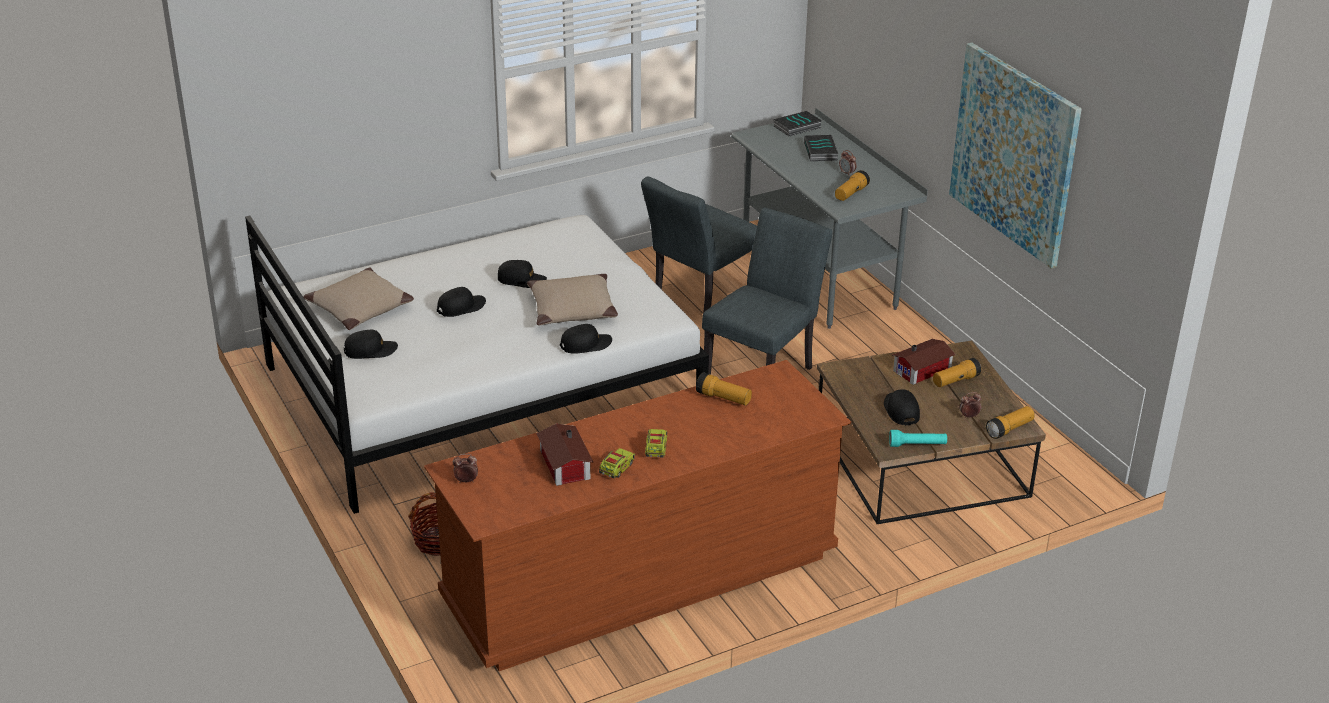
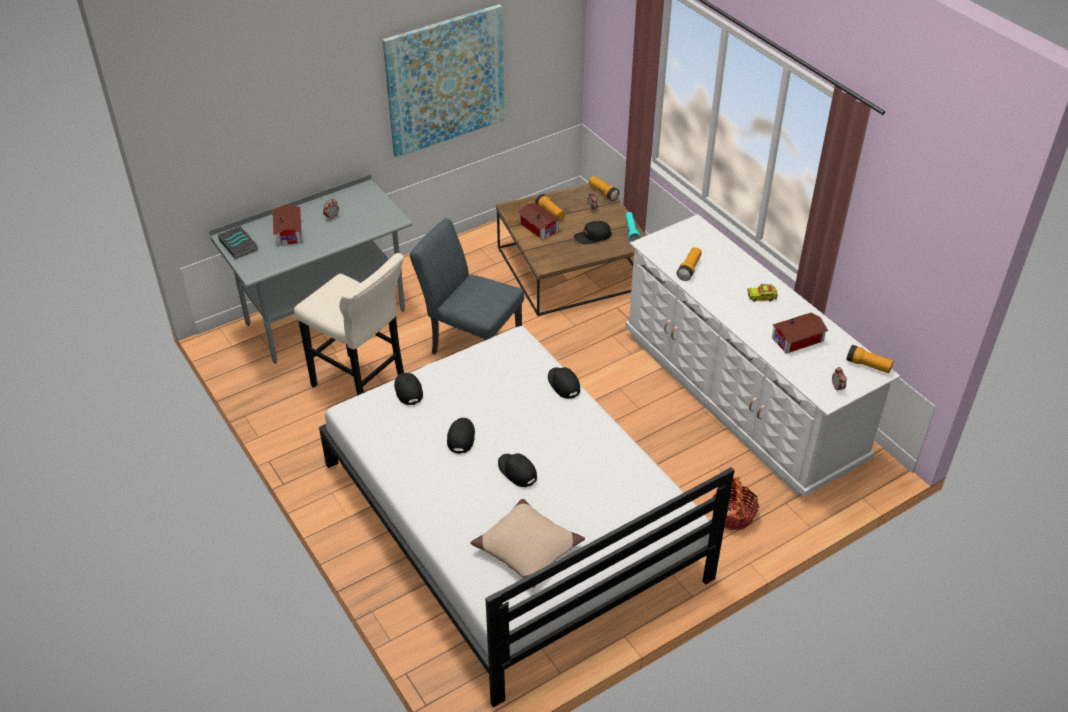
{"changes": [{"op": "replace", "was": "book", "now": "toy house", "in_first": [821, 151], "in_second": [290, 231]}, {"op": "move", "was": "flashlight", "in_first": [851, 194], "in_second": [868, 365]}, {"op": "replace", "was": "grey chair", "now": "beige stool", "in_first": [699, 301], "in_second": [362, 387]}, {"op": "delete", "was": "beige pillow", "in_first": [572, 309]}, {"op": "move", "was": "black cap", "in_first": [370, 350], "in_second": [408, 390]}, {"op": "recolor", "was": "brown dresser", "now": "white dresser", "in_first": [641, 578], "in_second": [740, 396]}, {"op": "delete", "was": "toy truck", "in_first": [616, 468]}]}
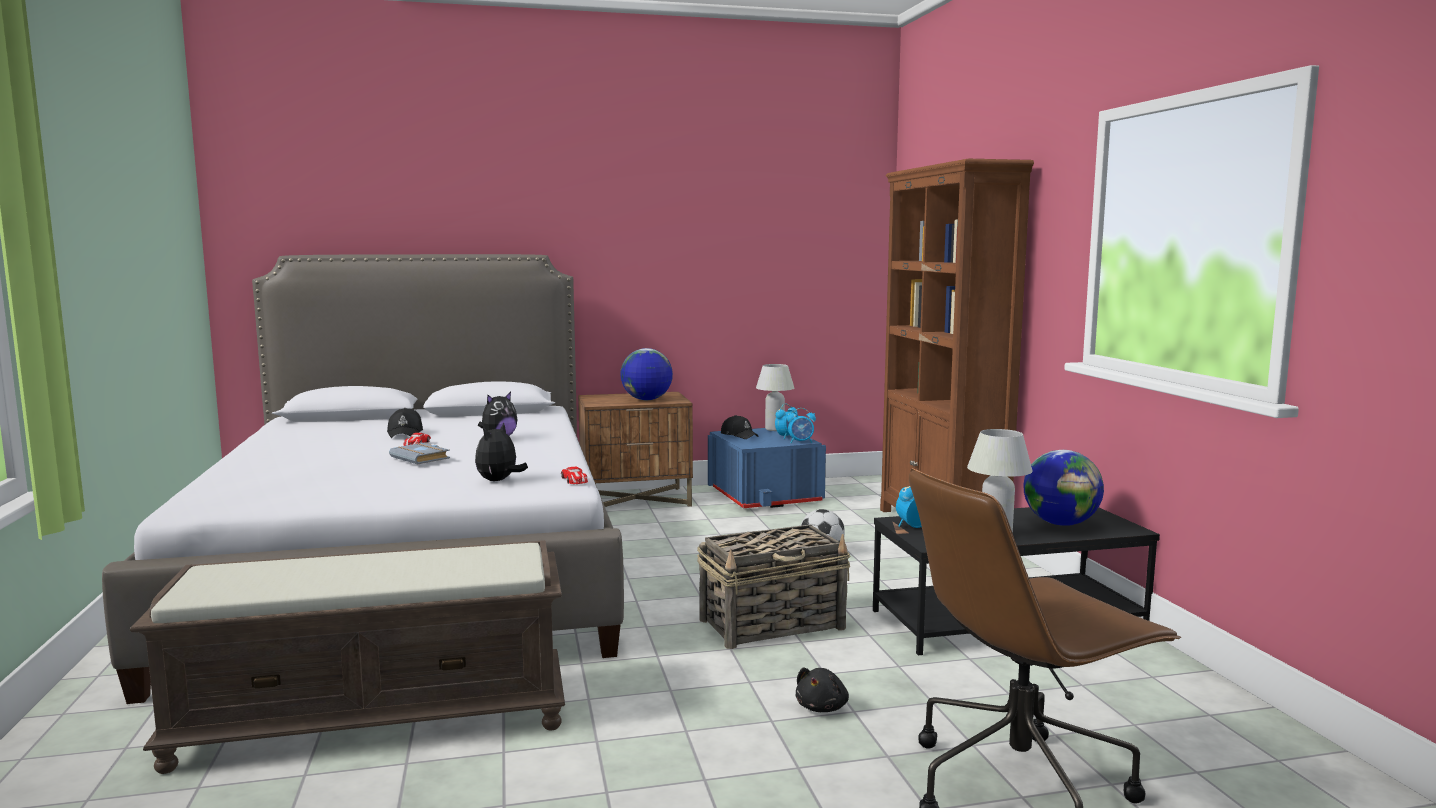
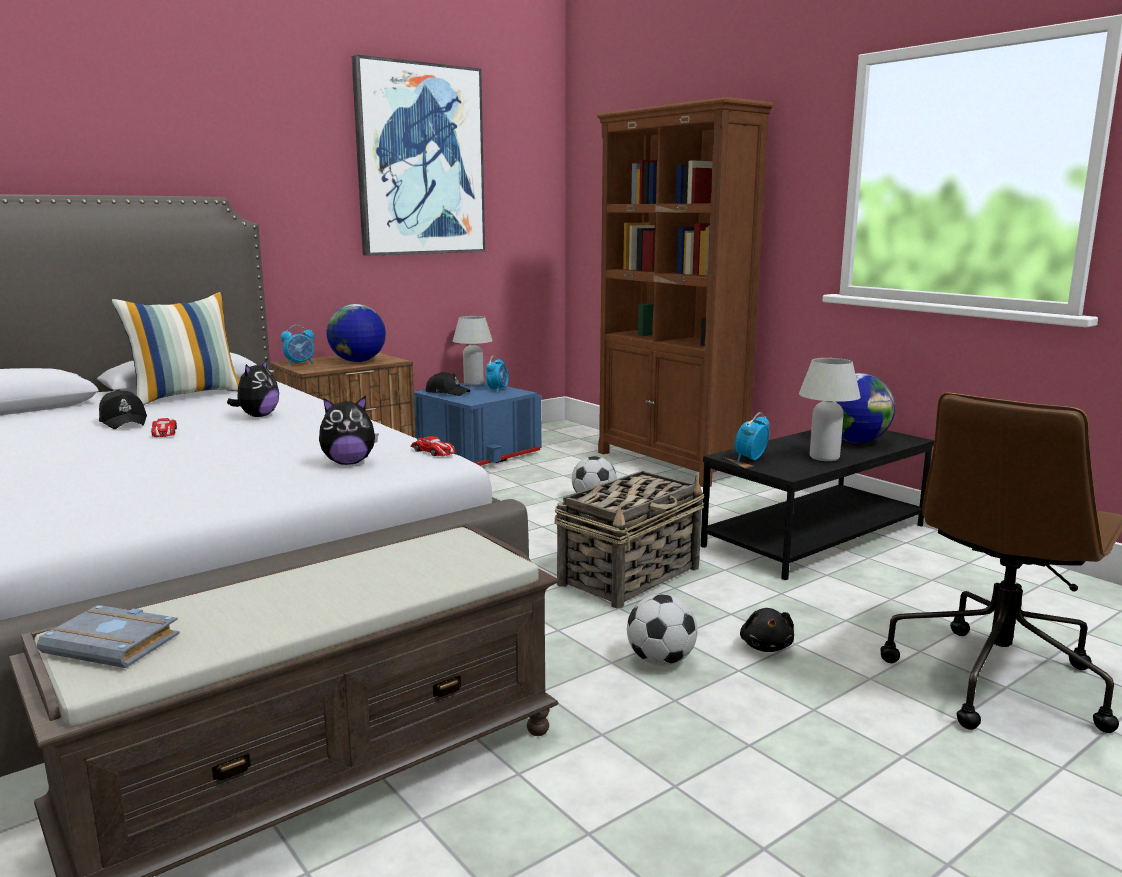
{"changes": [{"op": "move", "was": "alarm clock", "in_first": [801, 442], "in_second": [300, 364]}, {"op": "rotate", "was": "plush toy", "in_first": [499, 481], "in_second": [348, 463], "clockwise": -105}, {"op": "move", "was": "grey book", "in_first": [422, 458], "in_second": [116, 644]}, {"op": "insert", "now": "picture", "in_second": [420, 160]}, {"op": "insert", "now": "pillow", "in_second": [187, 395]}, {"op": "insert", "now": "football", "in_second": [661, 661]}]}
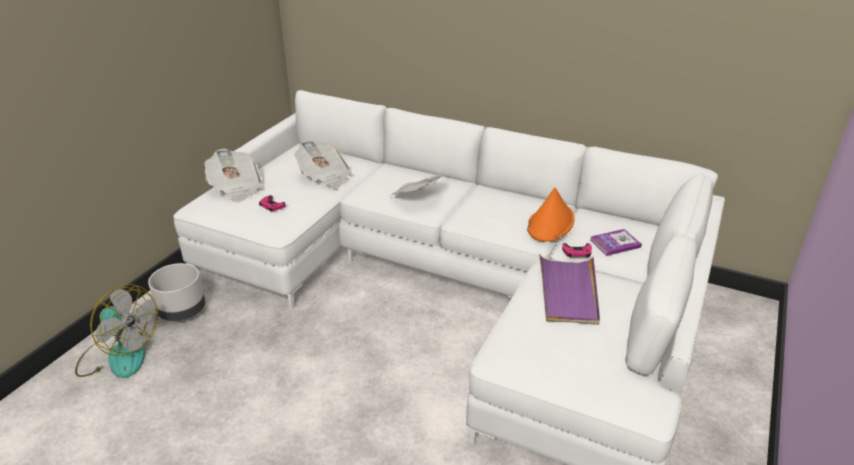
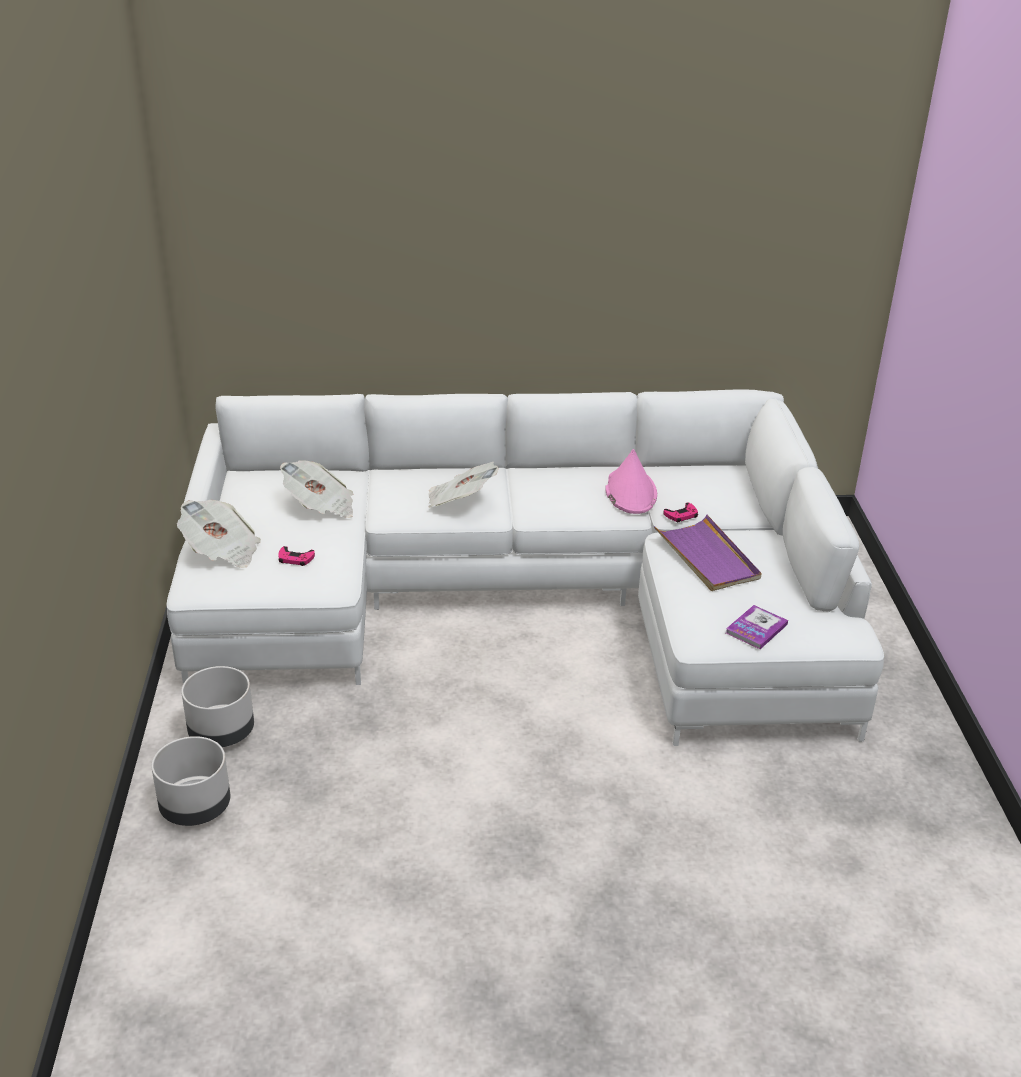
{"changes": [{"op": "recolor", "was": "orange hat", "now": "pink hat", "in_first": [550, 223], "in_second": [630, 492]}, {"op": "move", "was": "book", "in_first": [615, 243], "in_second": [756, 628]}, {"op": "replace", "was": "fan", "now": "grey planter", "in_first": [119, 355], "in_second": [196, 807]}]}
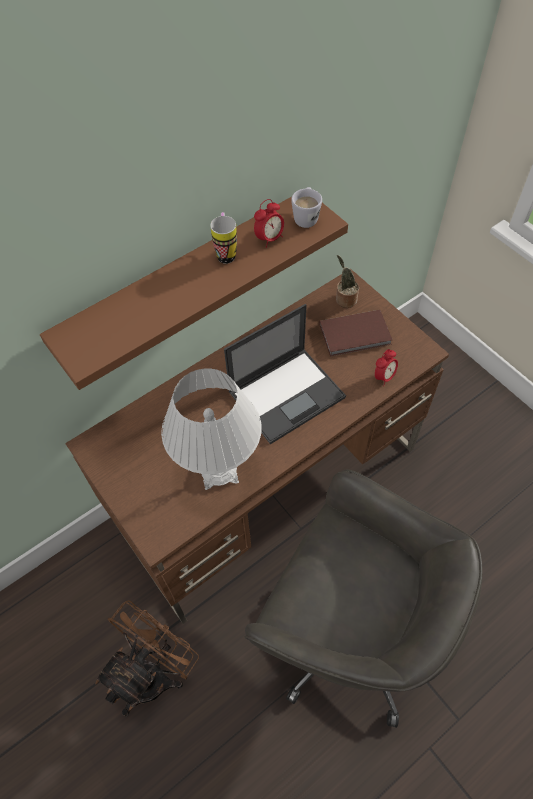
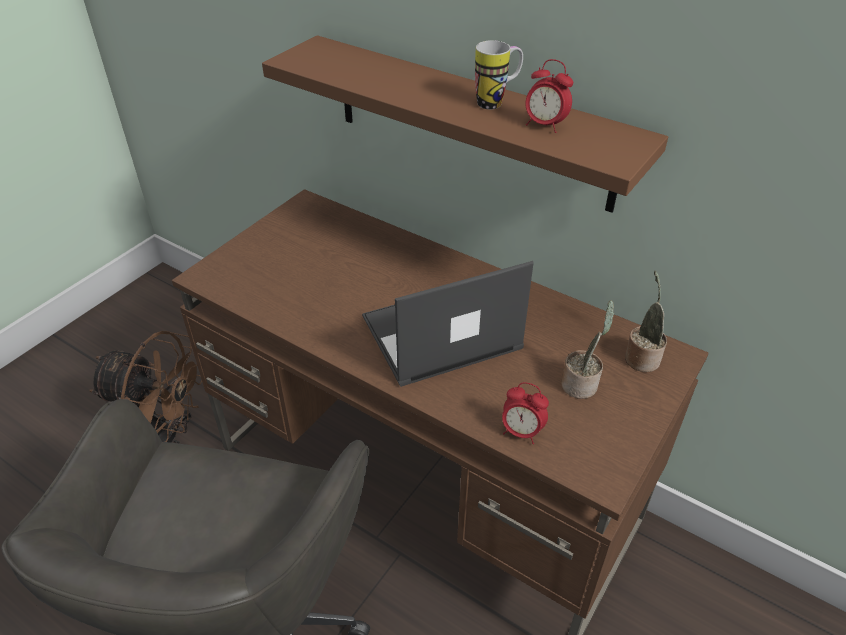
{"changes": [{"op": "delete", "was": "white mug", "in_first": [306, 217]}, {"op": "rotate", "was": "laptop", "in_first": [287, 394], "in_second": [439, 334], "clockwise": 120}, {"op": "replace", "was": "brown book", "now": "potted plant", "in_first": [356, 335], "in_second": [581, 384]}, {"op": "delete", "was": "white table lamp", "in_first": [219, 471]}]}
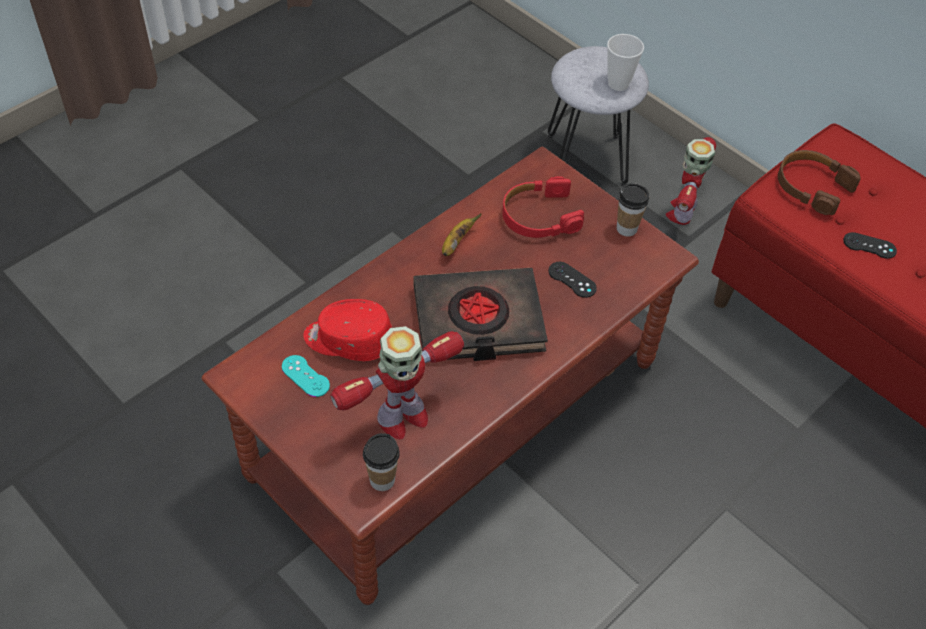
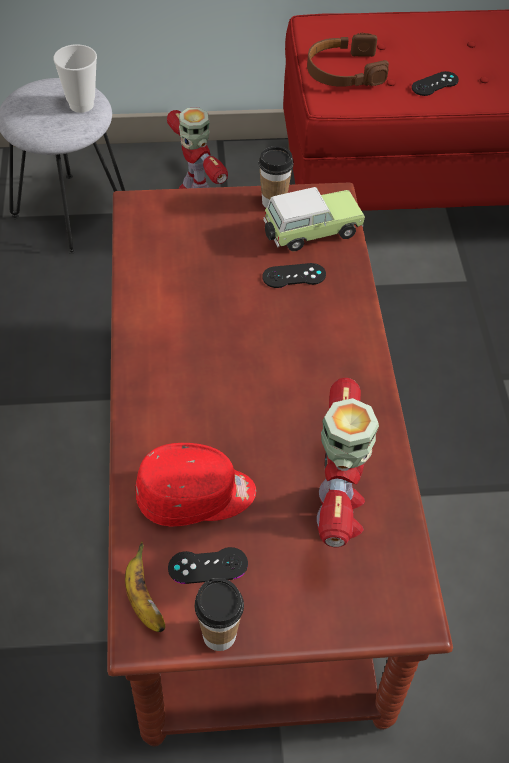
{"changes": [{"op": "delete", "was": "red headphones", "in_first": [539, 216]}, {"op": "move", "was": "banana", "in_first": [456, 243], "in_second": [143, 600]}, {"op": "delete", "was": "black book", "in_first": [478, 321]}, {"op": "rotate", "was": "red cap", "in_first": [348, 340], "in_second": [196, 496], "clockwise": -150}, {"op": "recolor", "was": "turquoise game controller", "now": "black game controller", "in_first": [305, 376], "in_second": [208, 566]}, {"op": "move", "was": "cup", "in_first": [382, 480], "in_second": [219, 635]}, {"op": "insert", "now": "toy car", "in_second": [309, 232]}]}
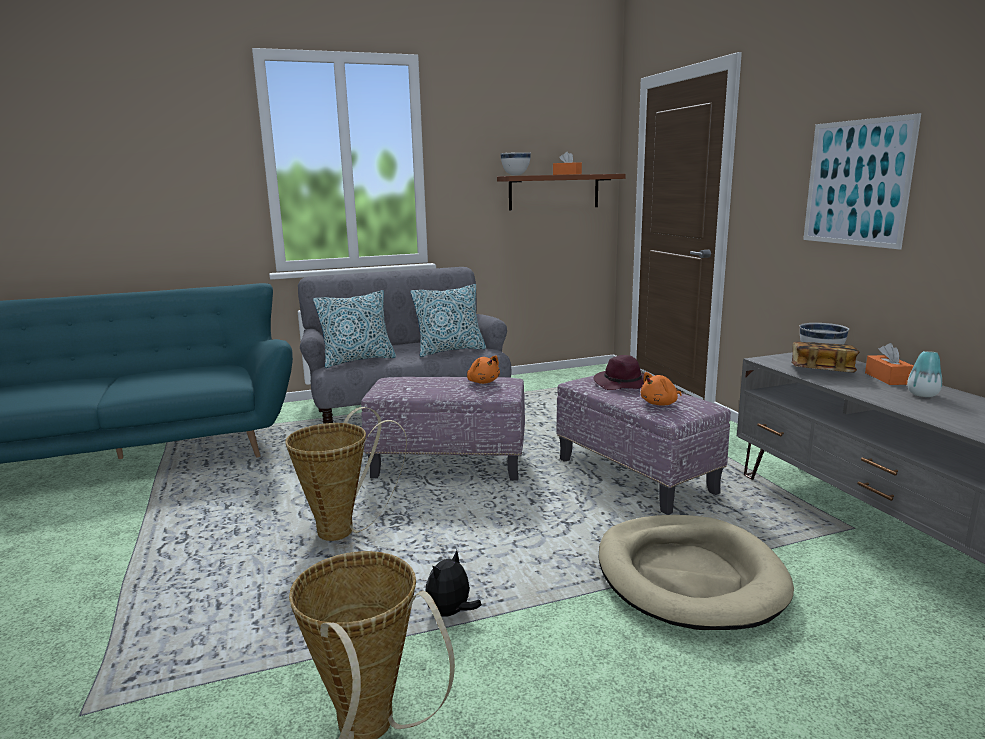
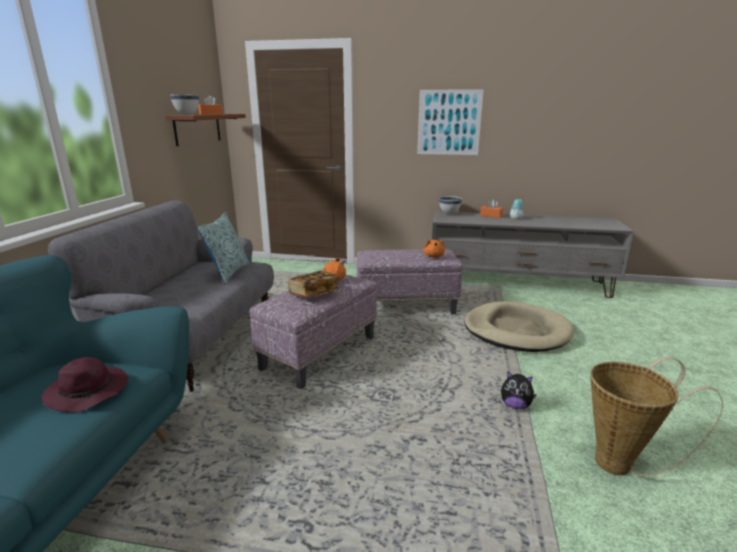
{"changes": [{"op": "delete", "was": "pillow", "in_first": [358, 360]}, {"op": "move", "was": "book", "in_first": [821, 371], "in_second": [314, 294]}, {"op": "move", "was": "purple hat", "in_first": [623, 384], "in_second": [89, 392]}, {"op": "delete", "was": "basket", "in_first": [344, 530]}, {"op": "rotate", "was": "plush toy", "in_first": [450, 613], "in_second": [515, 405], "clockwise": -45}]}
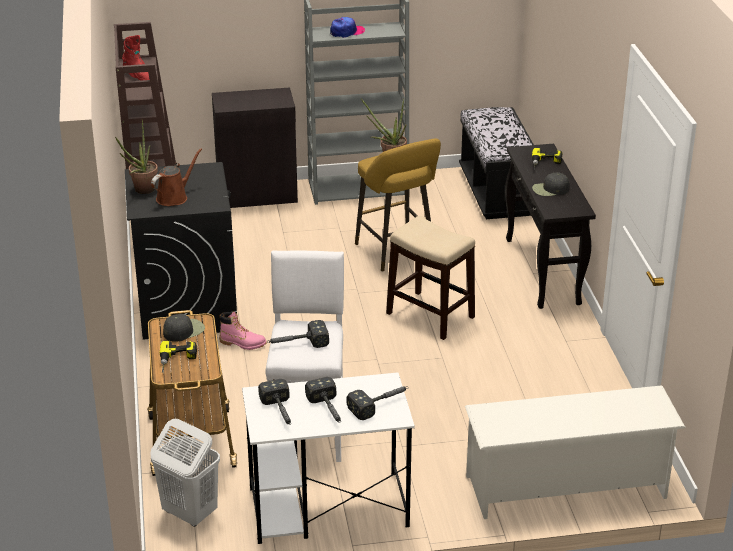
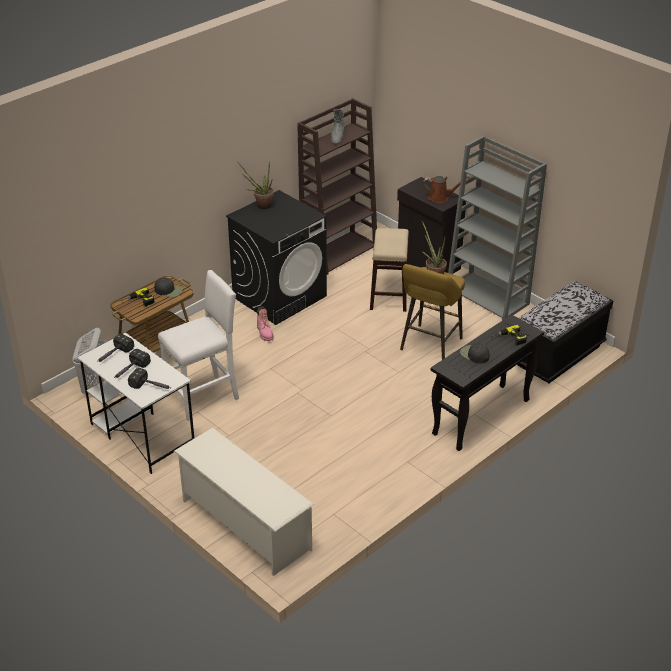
{"changes": [{"op": "delete", "was": "cap", "in_first": [347, 32]}, {"op": "recolor", "was": "red boot", "now": "grey boot", "in_first": [138, 76], "in_second": [337, 138]}, {"op": "move", "was": "brown watering can", "in_first": [174, 197], "in_second": [440, 197]}, {"op": "move", "was": "stool", "in_first": [431, 315], "in_second": [389, 296]}, {"op": "delete", "was": "hammer", "in_first": [297, 343]}]}
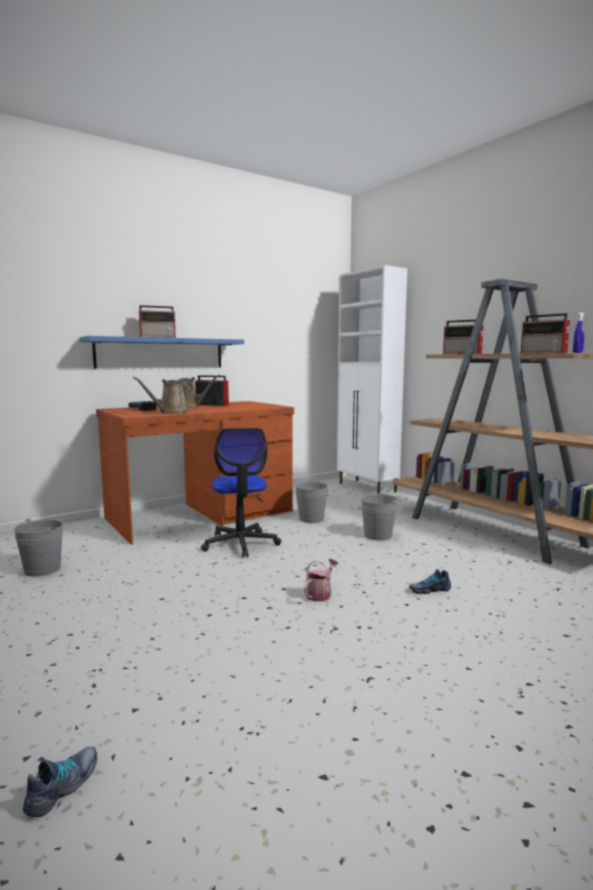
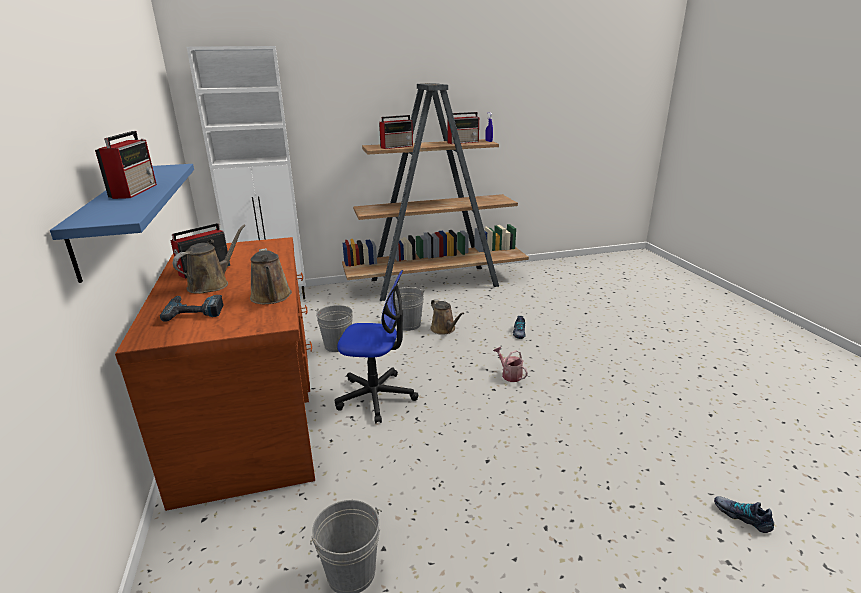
{"changes": [{"op": "insert", "now": "brown watering can", "in_second": [444, 329]}]}
